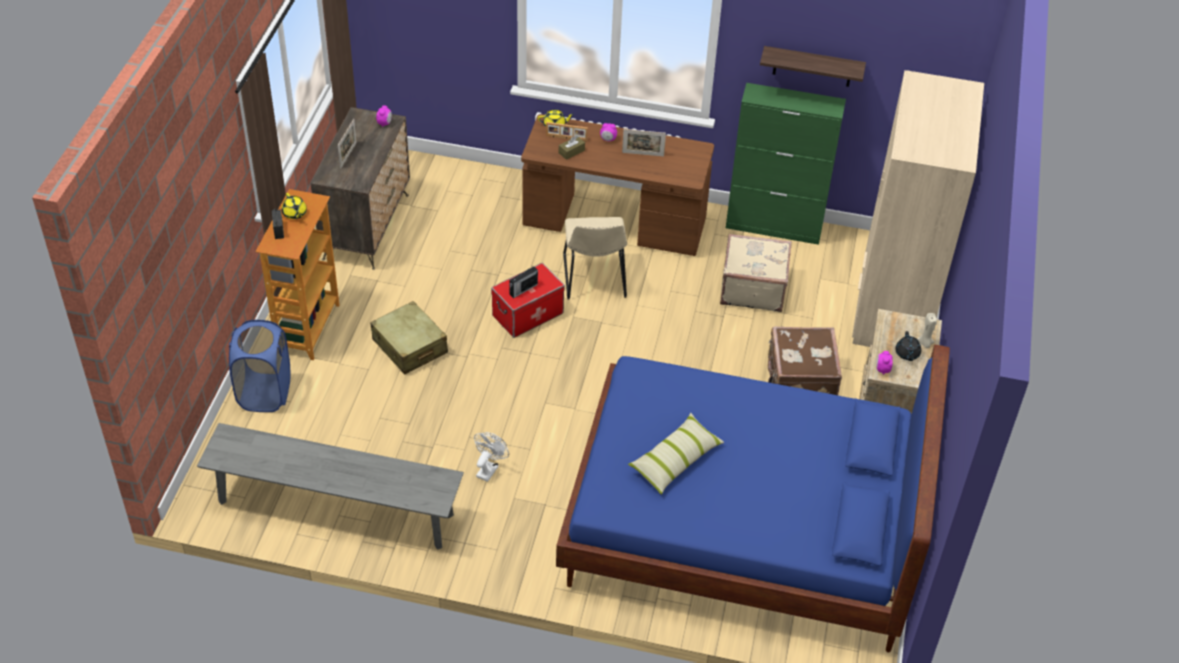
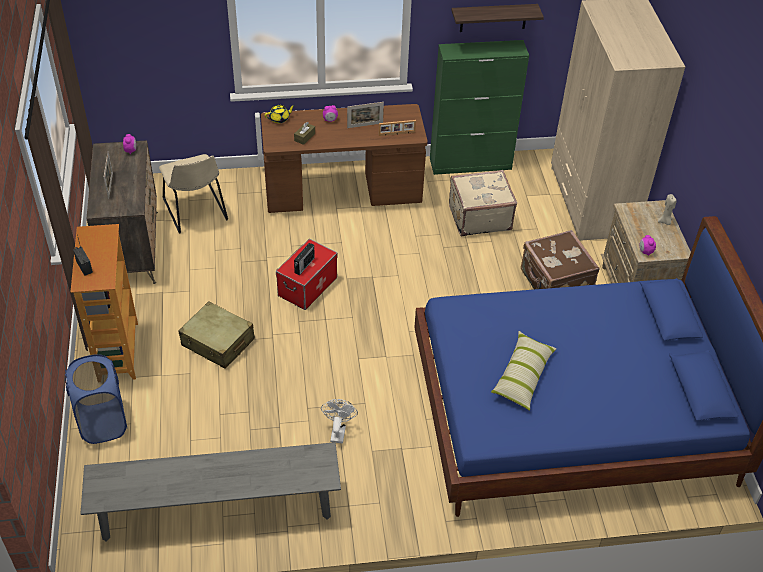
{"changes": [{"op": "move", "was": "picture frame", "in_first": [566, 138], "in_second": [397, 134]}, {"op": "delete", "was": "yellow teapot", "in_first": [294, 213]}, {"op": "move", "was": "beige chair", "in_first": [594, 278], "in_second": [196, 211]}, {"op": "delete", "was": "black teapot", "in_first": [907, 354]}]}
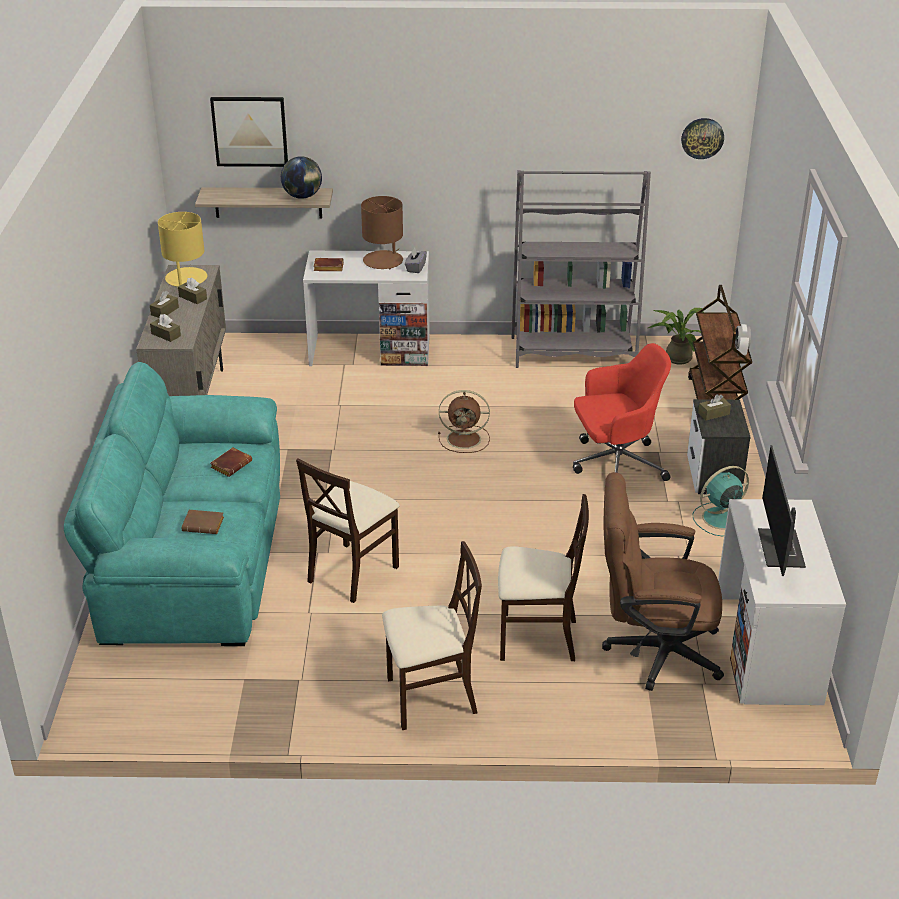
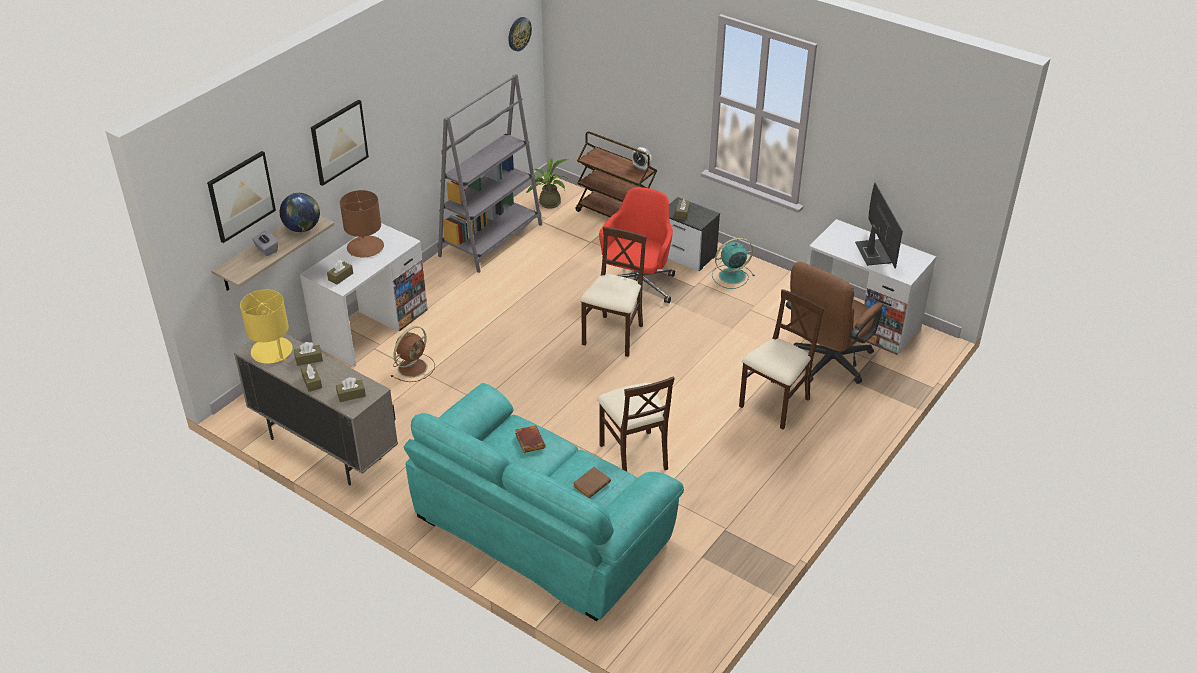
{"changes": [{"op": "move", "was": "grey tissue box", "in_first": [415, 268], "in_second": [266, 249]}, {"op": "replace", "was": "brown book", "now": "brown tissue box", "in_first": [327, 268], "in_second": [340, 277]}, {"op": "move", "was": "brown fan", "in_first": [465, 439], "in_second": [413, 367]}, {"op": "rotate", "was": "monitor", "in_first": [781, 550], "in_second": [872, 252], "clockwise": -135}, {"op": "rotate", "was": "turquoise fan", "in_first": [719, 518], "in_second": [731, 276], "clockwise": 60}, {"op": "move", "was": "beige chair", "in_first": [430, 697], "in_second": [614, 336]}, {"op": "insert", "now": "picture", "in_second": [339, 142]}]}
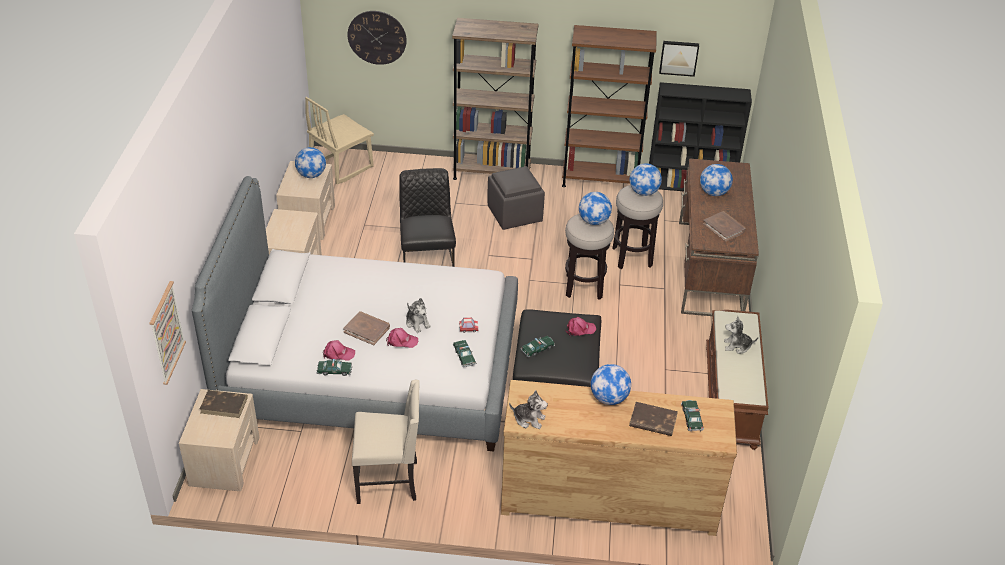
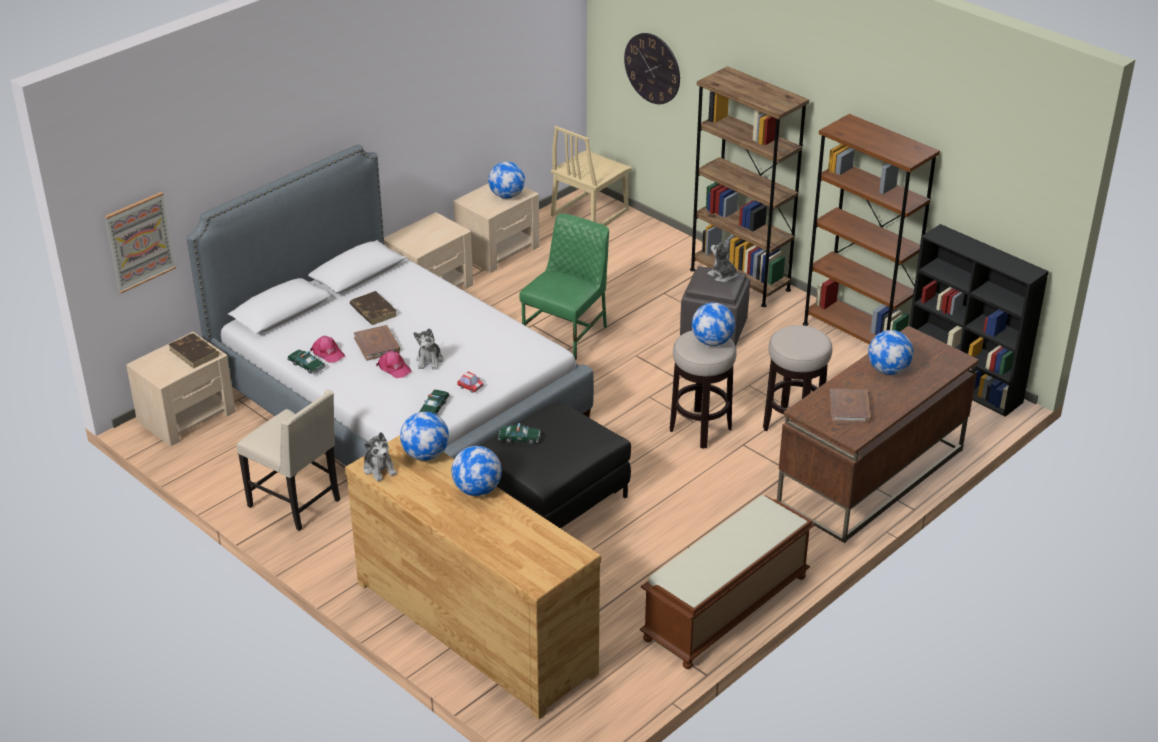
{"changes": [{"op": "delete", "was": "picture", "in_first": [679, 57]}, {"op": "rotate", "was": "beige chair", "in_first": [341, 166], "in_second": [589, 213], "clockwise": -45}, {"op": "move", "was": "globe", "in_first": [643, 192], "in_second": [425, 455]}, {"op": "recolor", "was": "black chair", "now": "green chair", "in_first": [427, 260], "in_second": [567, 333]}, {"op": "move", "was": "plush toy", "in_first": [737, 346], "in_second": [723, 276]}, {"op": "delete", "was": "pink cap", "in_first": [579, 329]}, {"op": "delete", "was": "toy car", "in_first": [691, 418]}, {"op": "move", "was": "brown book", "in_first": [652, 421], "in_second": [373, 310]}]}
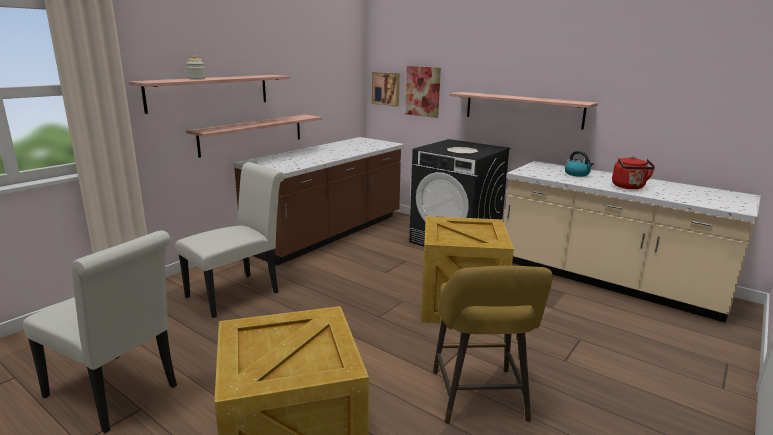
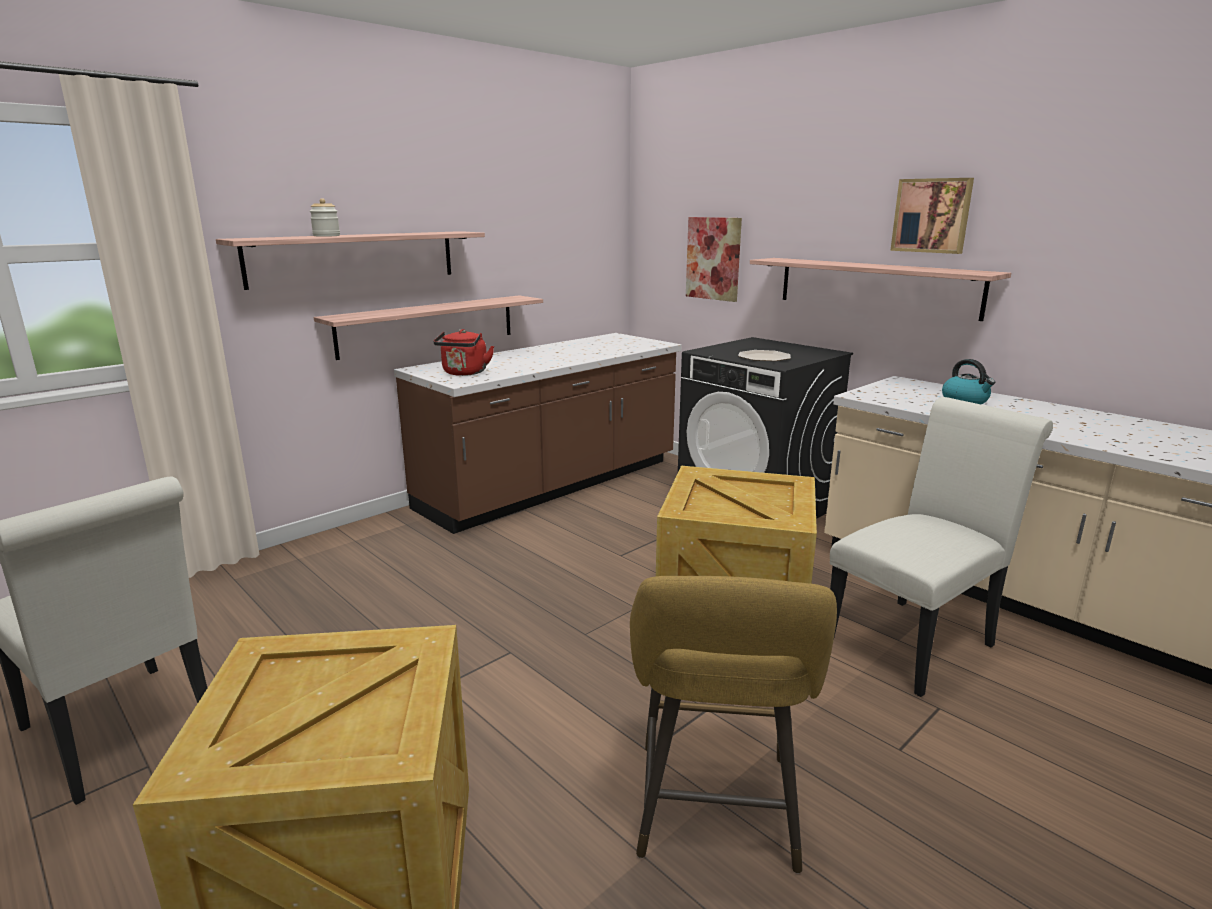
{"changes": [{"op": "move", "was": "picture", "in_first": [386, 88], "in_second": [932, 215]}, {"op": "move", "was": "red kettle", "in_first": [629, 187], "in_second": [464, 373]}, {"op": "move", "was": "white chair", "in_first": [238, 292], "in_second": [916, 640]}]}
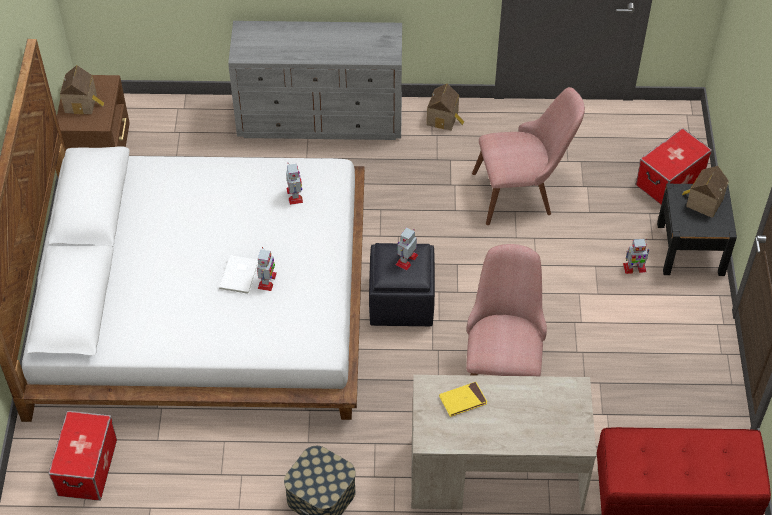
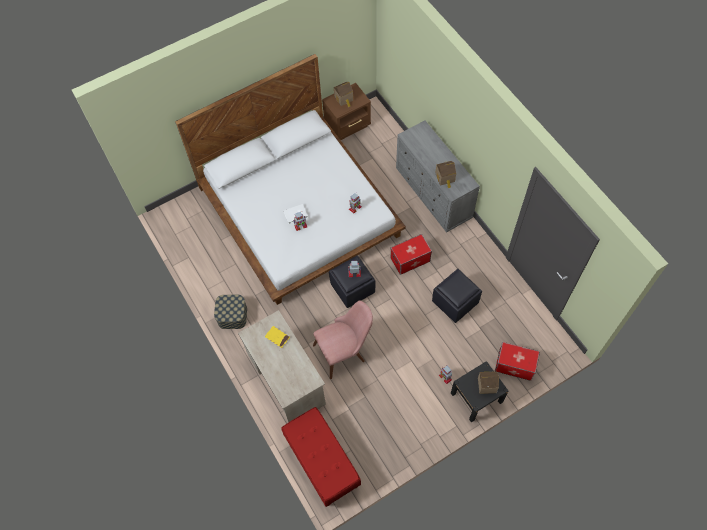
{"changes": [{"op": "move", "was": "toy house", "in_first": [444, 119], "in_second": [445, 178]}, {"op": "replace", "was": "pink chair", "now": "black ottoman", "in_first": [522, 192], "in_second": [455, 302]}, {"op": "move", "was": "storage box", "in_first": [87, 467], "in_second": [410, 259]}]}
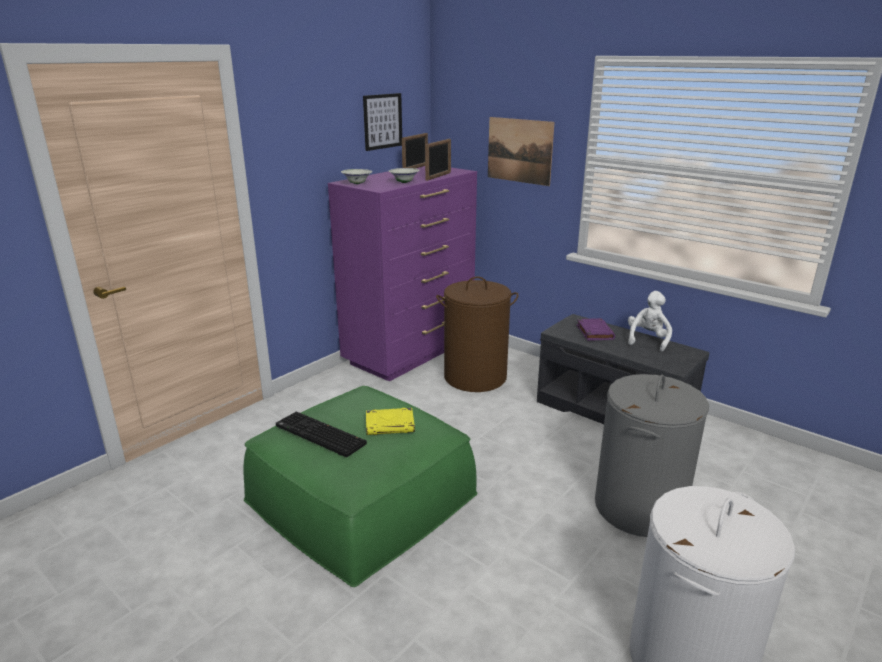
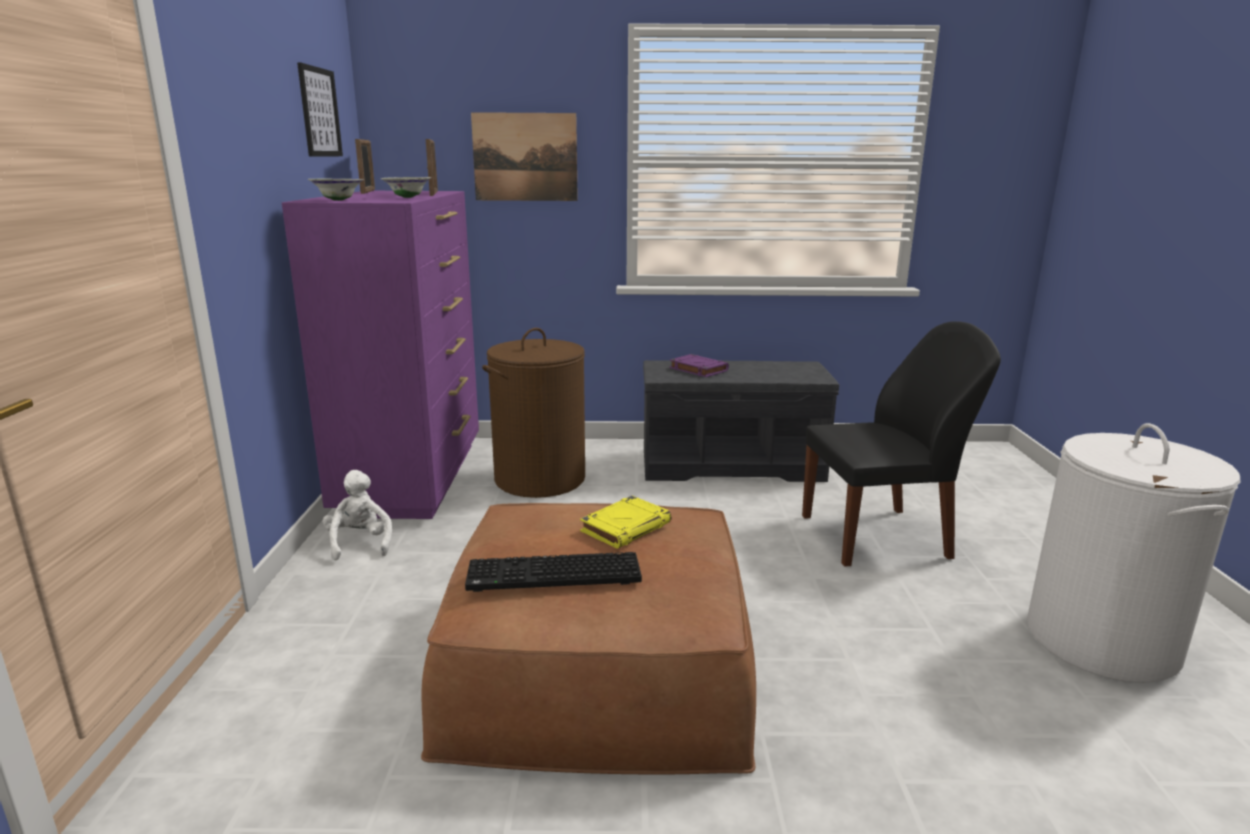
{"changes": [{"op": "move", "was": "white plush toy", "in_first": [647, 340], "in_second": [360, 543]}, {"op": "replace", "was": "grey laundry basket", "now": "black chair", "in_first": [639, 508], "in_second": [878, 537]}, {"op": "recolor", "was": "green ottoman", "now": "brown ottoman", "in_first": [361, 496], "in_second": [597, 663]}]}
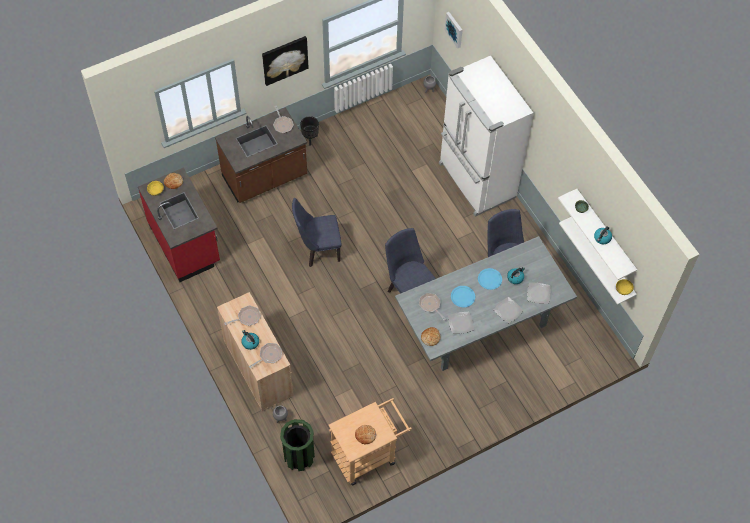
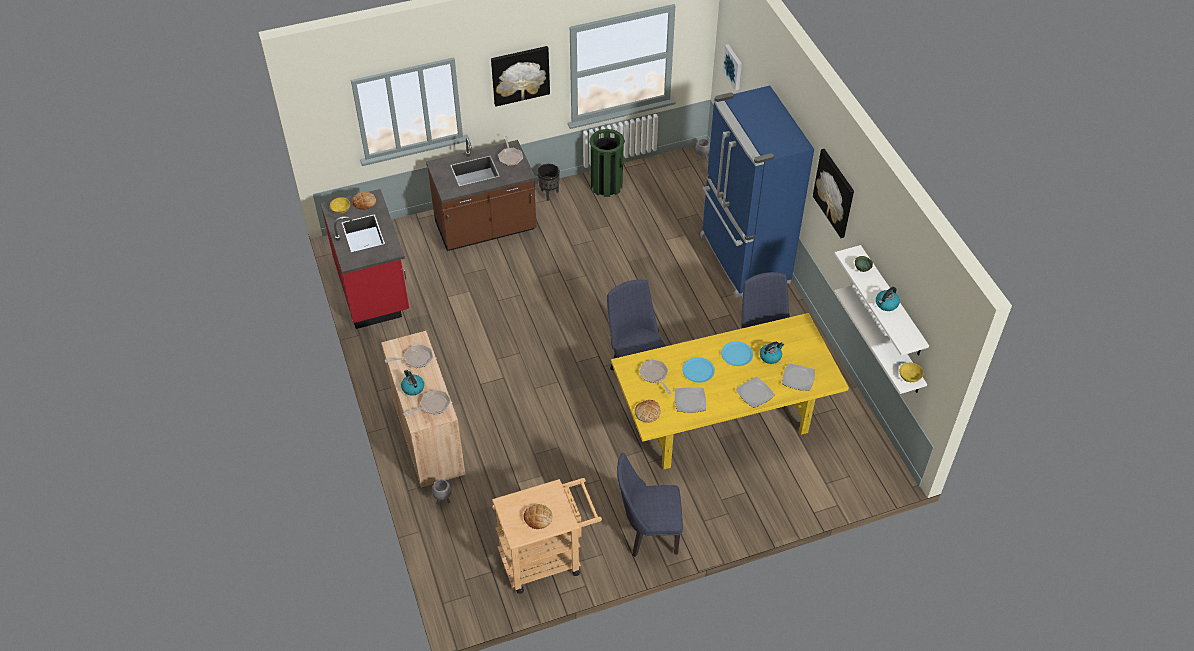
{"changes": [{"op": "recolor", "was": "white fridge", "now": "blue fridge", "in_first": [476, 181], "in_second": [743, 260]}, {"op": "move", "was": "blue chair", "in_first": [318, 251], "in_second": [648, 535]}, {"op": "recolor", "was": "grey dining table", "now": "yellow dining table", "in_first": [480, 325], "in_second": [722, 421]}, {"op": "move", "was": "green trash can", "in_first": [299, 456], "in_second": [606, 186]}, {"op": "insert", "now": "picture", "in_second": [834, 193]}]}
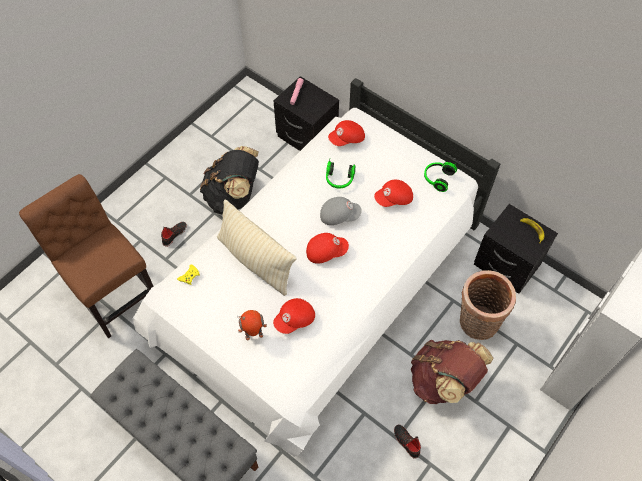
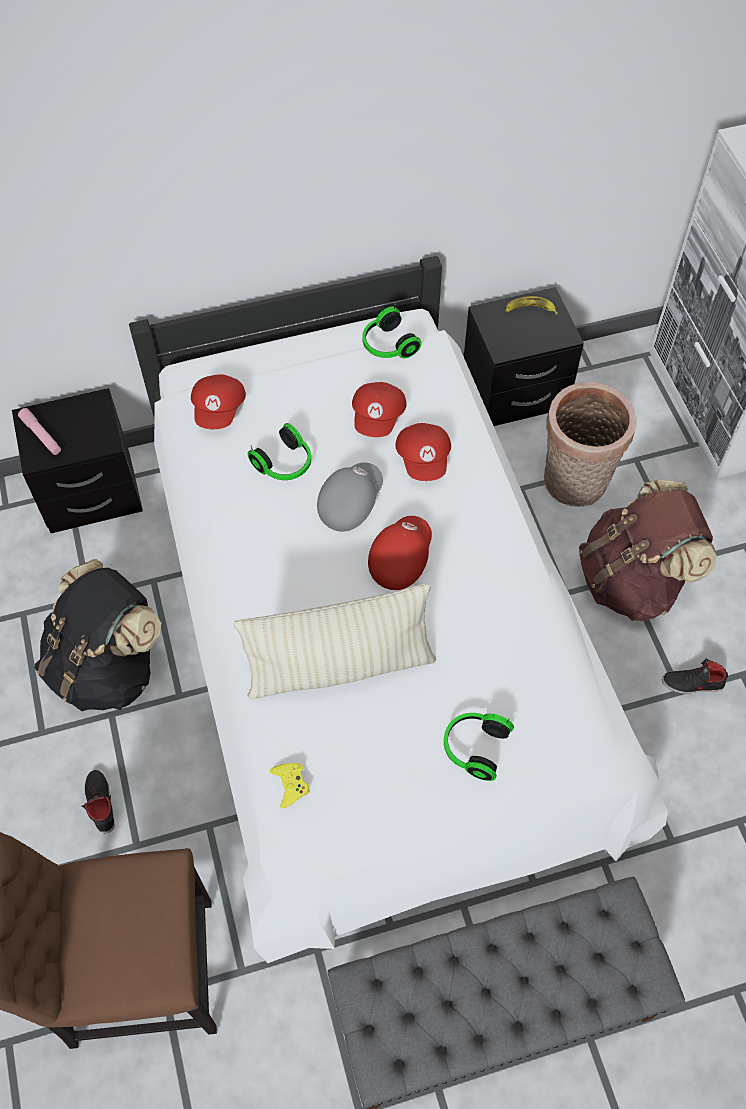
{"changes": [{"op": "move", "was": "red cap", "in_first": [295, 320], "in_second": [424, 459]}, {"op": "replace", "was": "toy robot", "now": "headphones", "in_first": [254, 335], "in_second": [473, 747]}]}
